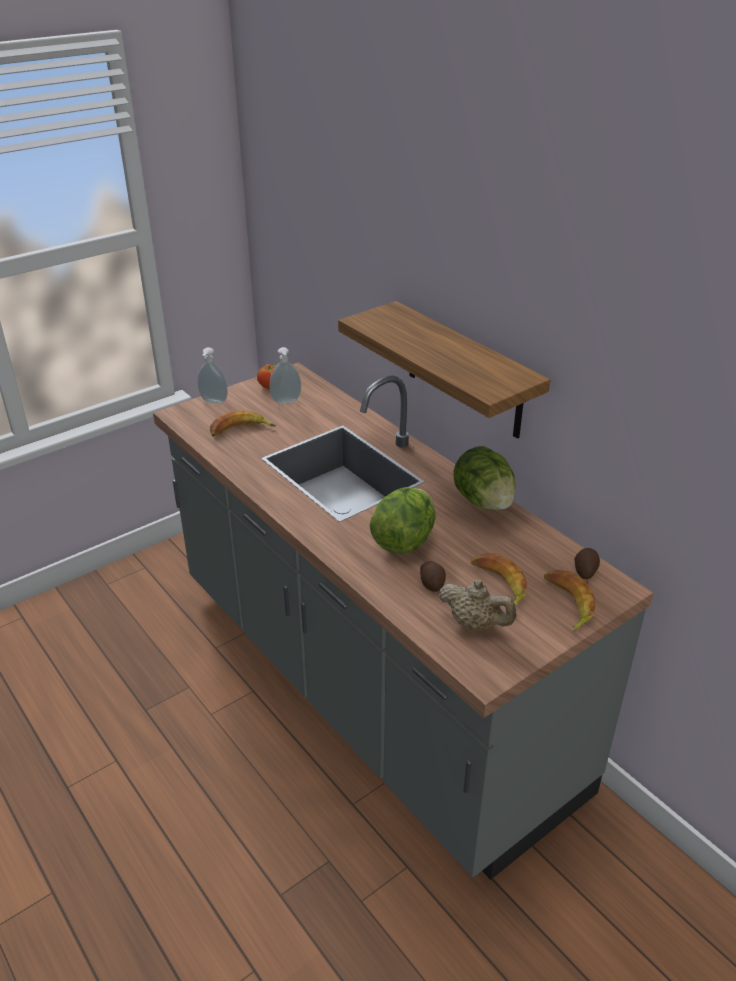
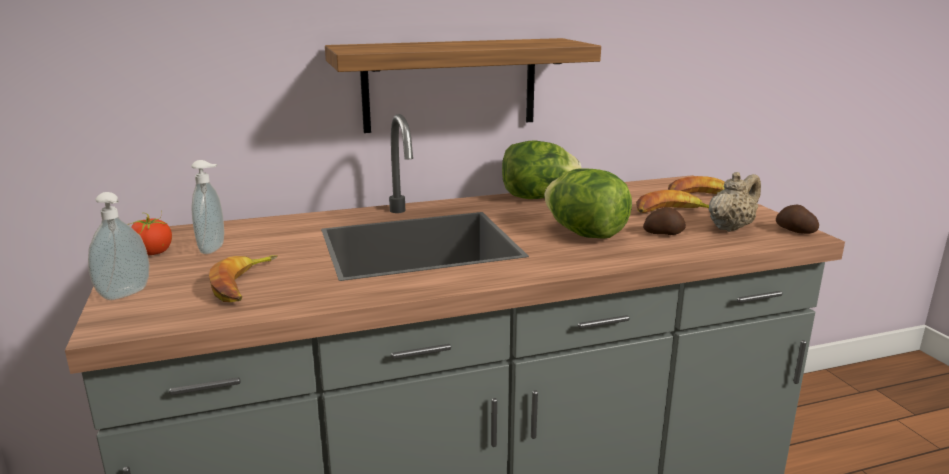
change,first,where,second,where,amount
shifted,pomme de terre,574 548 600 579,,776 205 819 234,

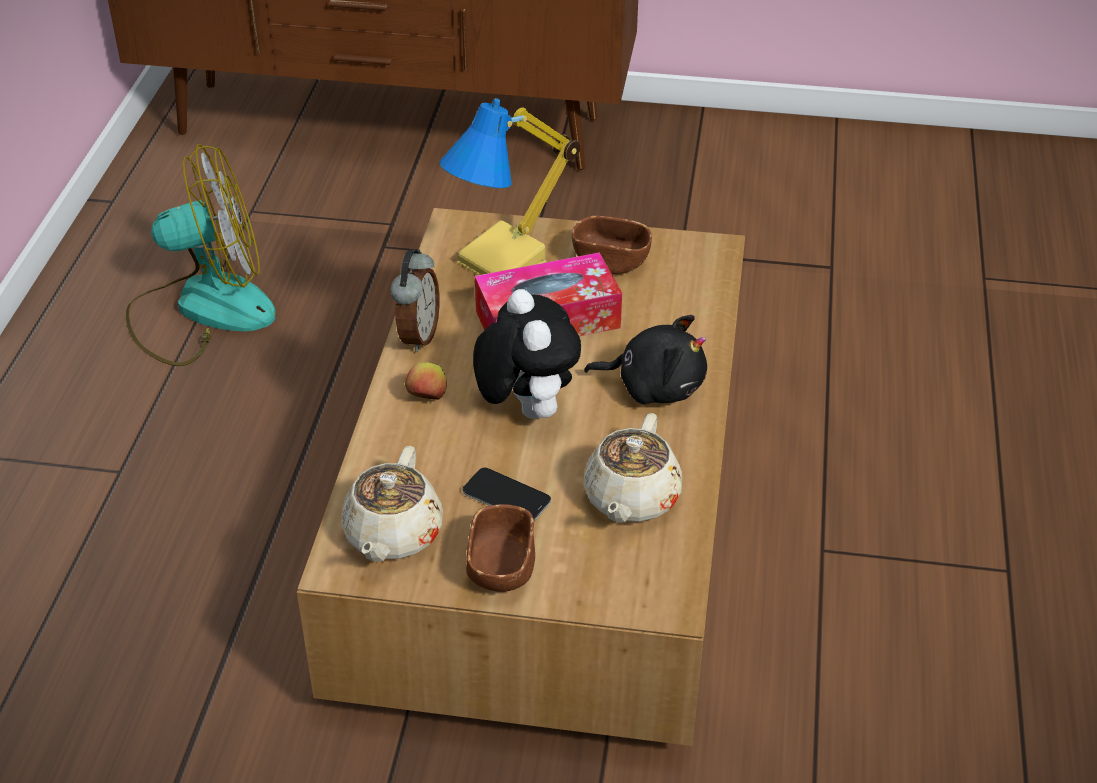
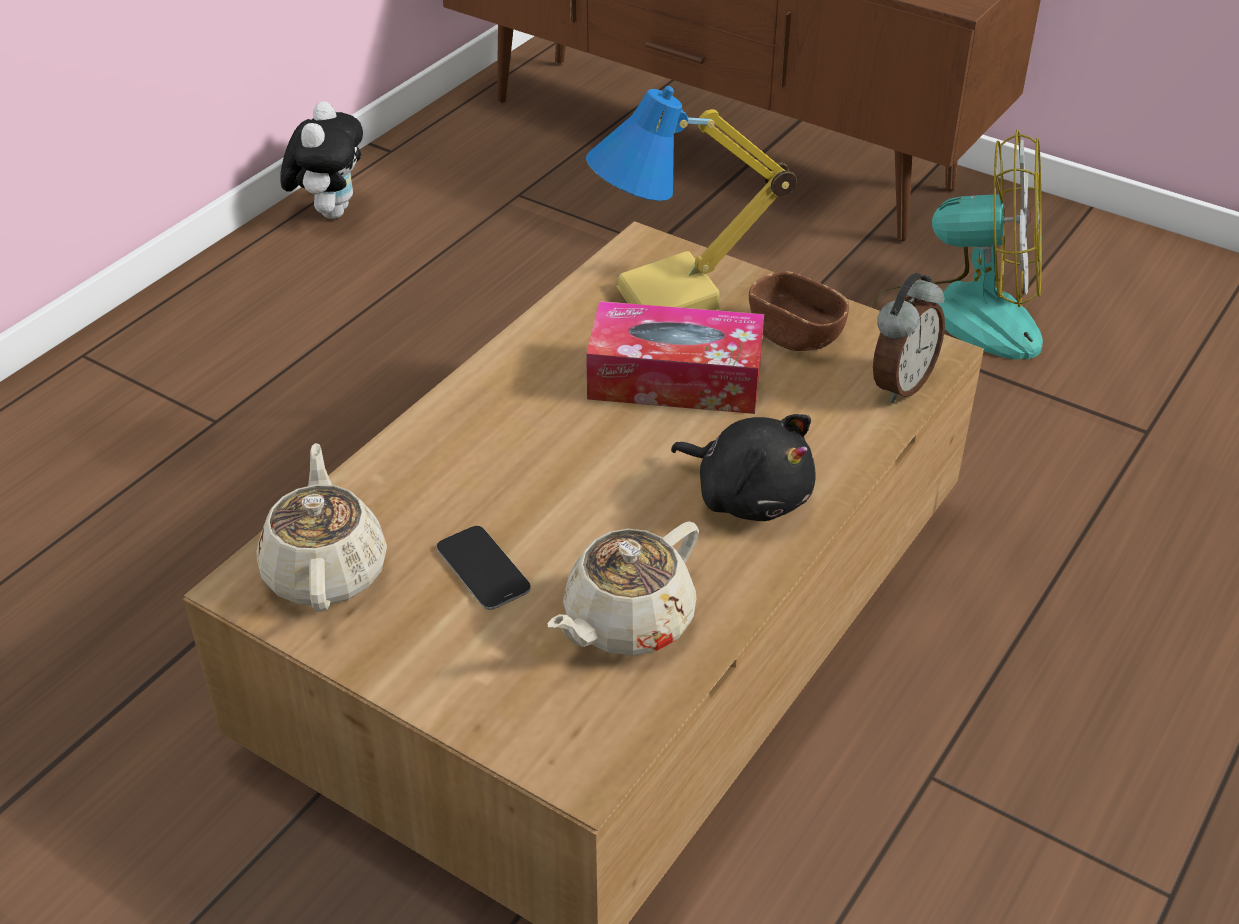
change,first,where,second,where,amount
gone,pomme,405 362 447 400,,,
gone,bol [marron],466 504 535 592,,,
shifted,ventilateur,126 144 276 366,,871 129 1043 359,
shifted,réveil,390 249 440 352,,873 273 945 403,
shifted,peluche,473 289 581 419,,280 101 363 219,
rotated,théière [beige],341 446 443 562,,256 443 387 612,135 degrees clockwise

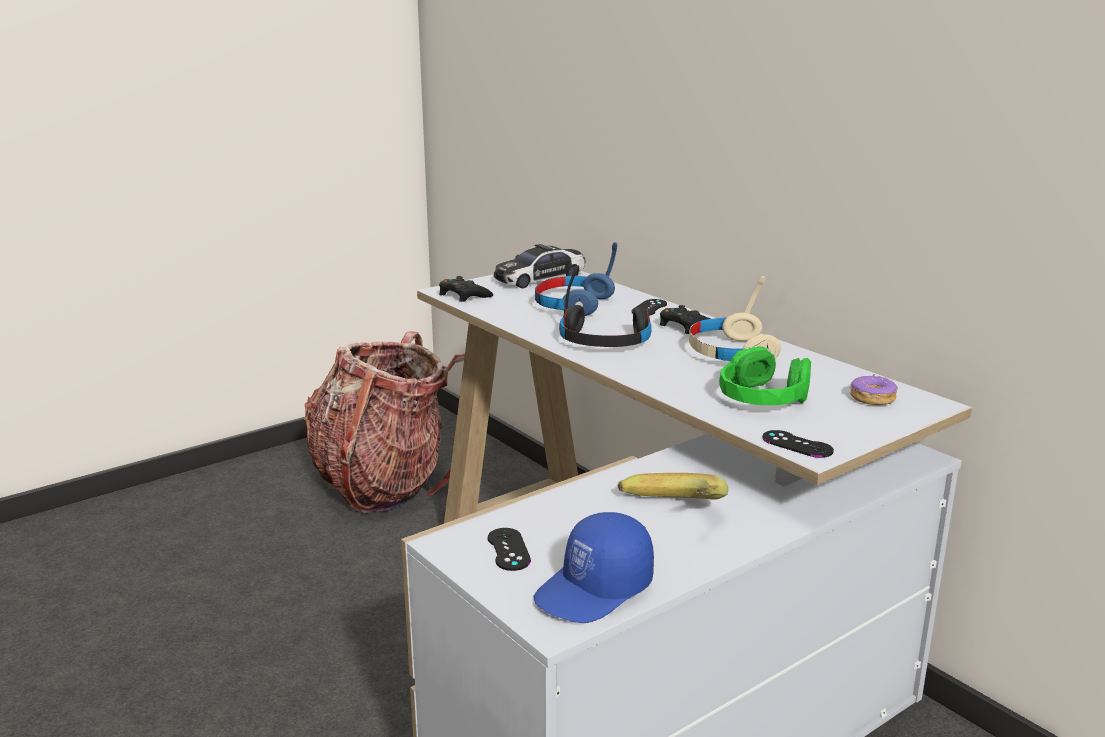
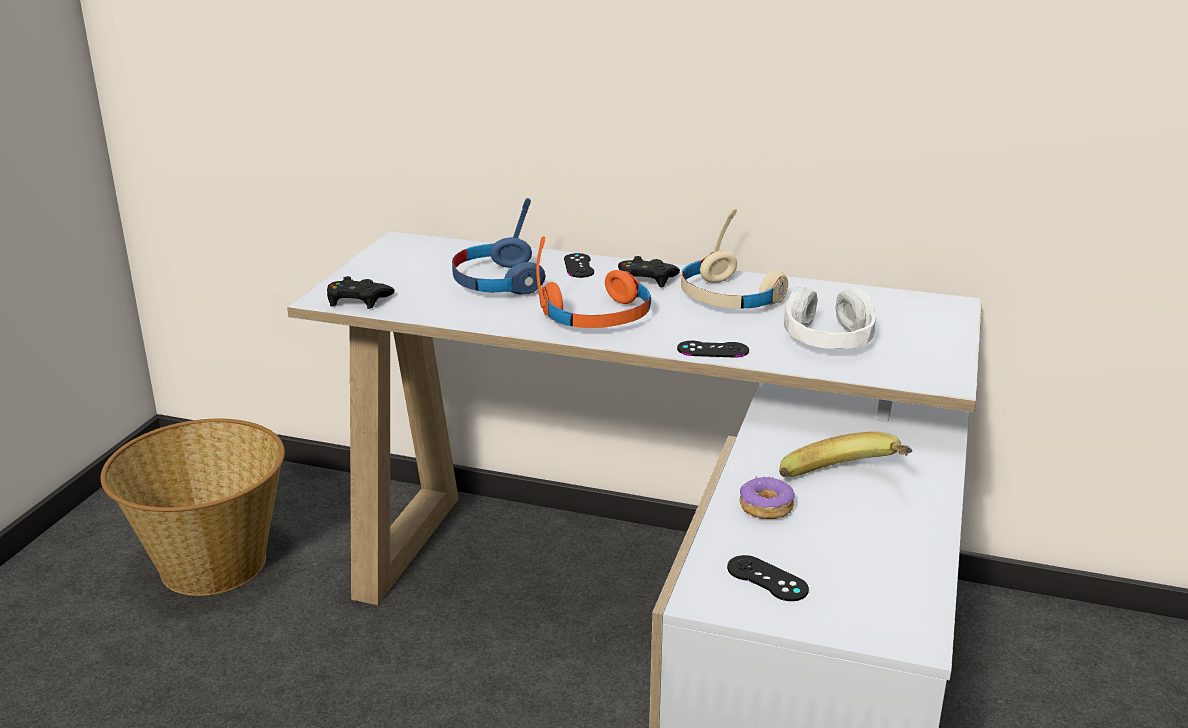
change,first,where,second,where,amount
gone,petite voiture,494 244 586 288,,,
gone,casquette [bleu],534 512 654 623,,,
shifted,manette [noir],762 430 834 458,,677 341 749 358,
shifted,beignet,850 374 898 405,,739 476 795 519,
swapped,sac à dos,303 331 465 514,panier,100 419 285 596,
repainted,casque audio [noir],559 265 652 347,casque audio [orange],536 236 651 328,
repainted,casque audio [vert],719 346 811 405,casque audio [blanc],784 285 876 349,

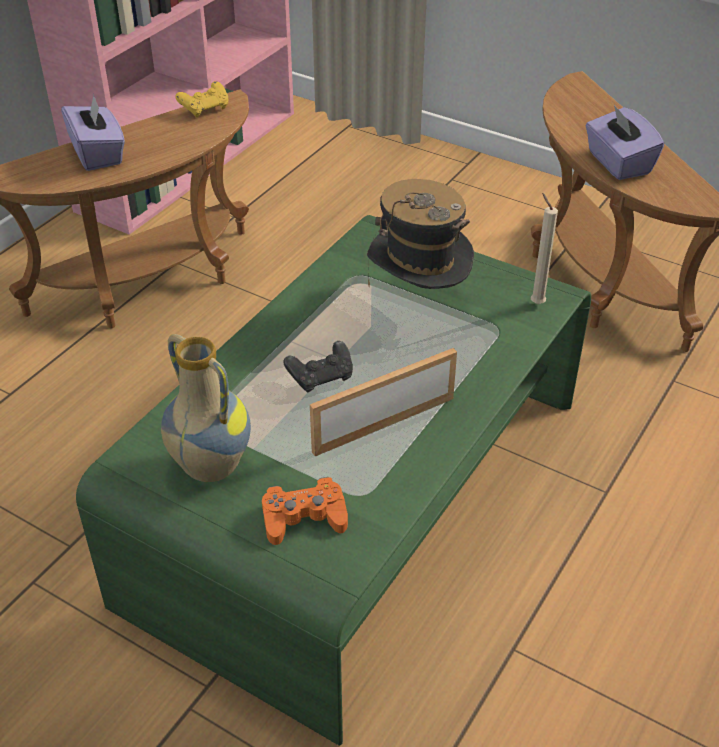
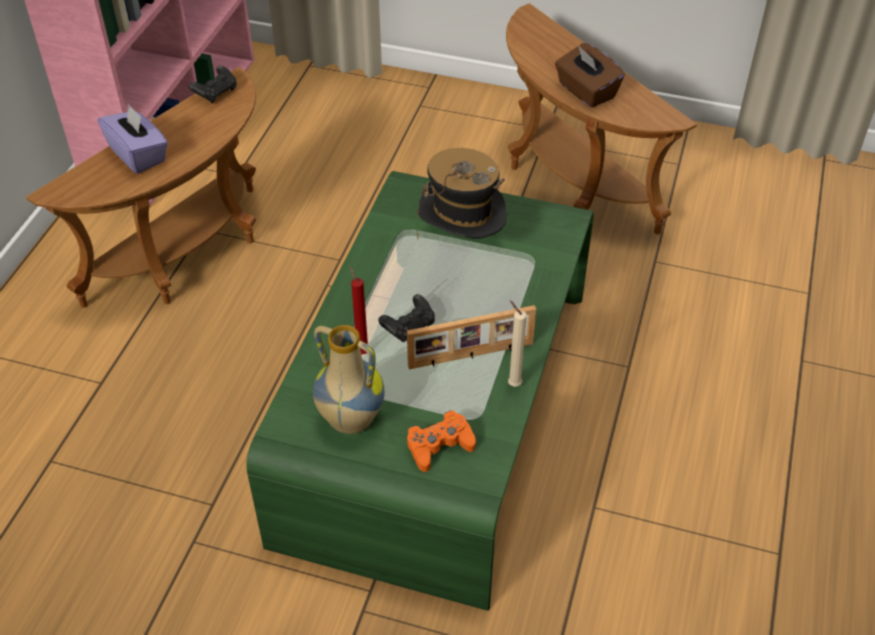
change,first,where,second,where,amount
new,,,bougie [rouge],350 267 368 354,
shifted,bougie [beige],531 193 558 304,,508 301 527 387,
repainted,manette [jaune],175 81 228 118,manette [noir],189 66 237 103,
repainted,boîte à mouchoirs [violet],585 105 664 180,boîte à mouchoirs [marron],555 43 625 108,
rotated,cadre photo,310 348 457 456,,407 305 536 369,150 degrees counterclockwise

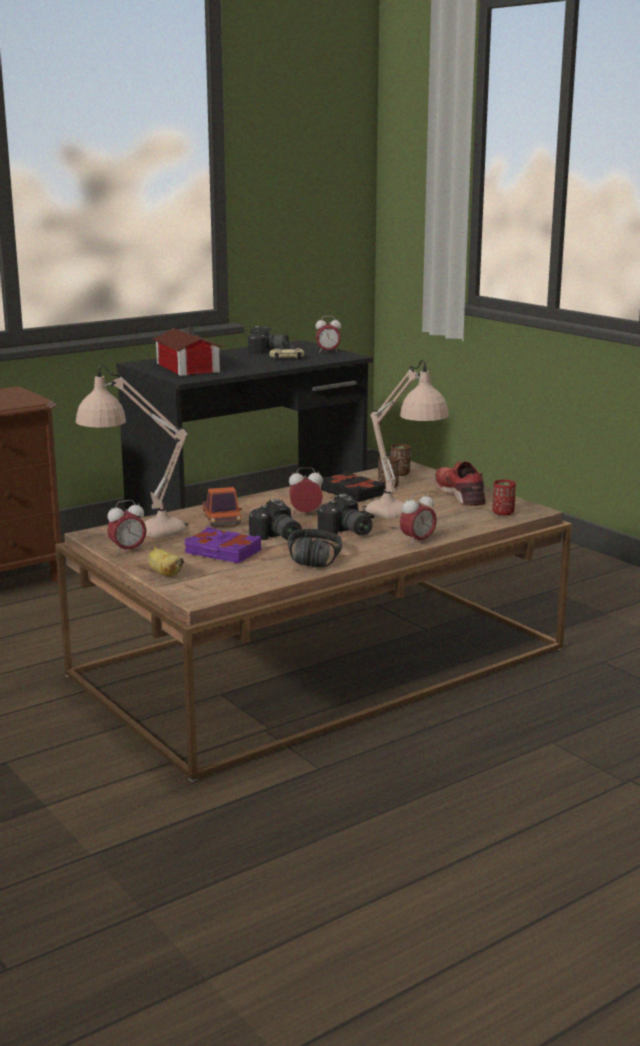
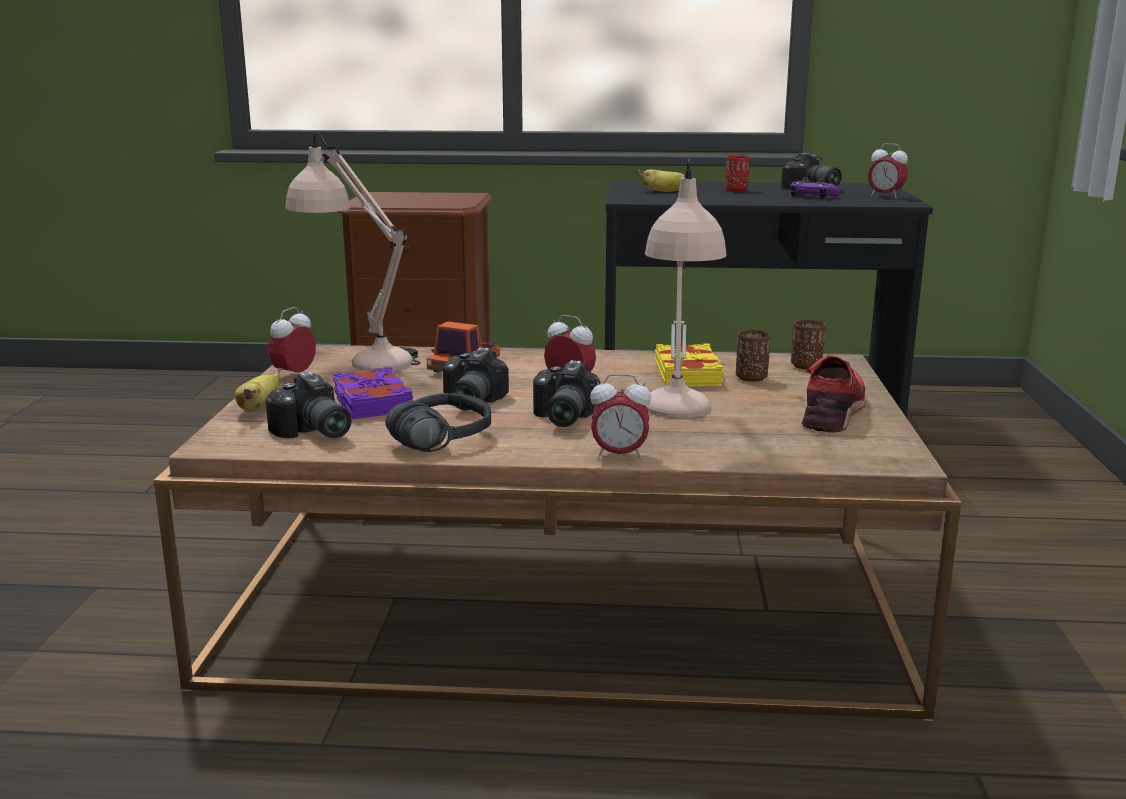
change,first,where,second,where,amount
new,,,appareil photo,266 372 351 438,
shifted,tasse [rouge],492 480 516 515,,725 156 750 192,
swapped,maison miniature,153 326 223 376,banane,637 169 692 192,
repainted,manette [beige],269 345 304 360,manette [violet],790 177 840 199,
repainted,livre [noir],321 471 385 502,livre [jaune],655 344 724 386,
rotated,réveil,107 500 147 555,,268 307 316 374,105 degrees clockwise

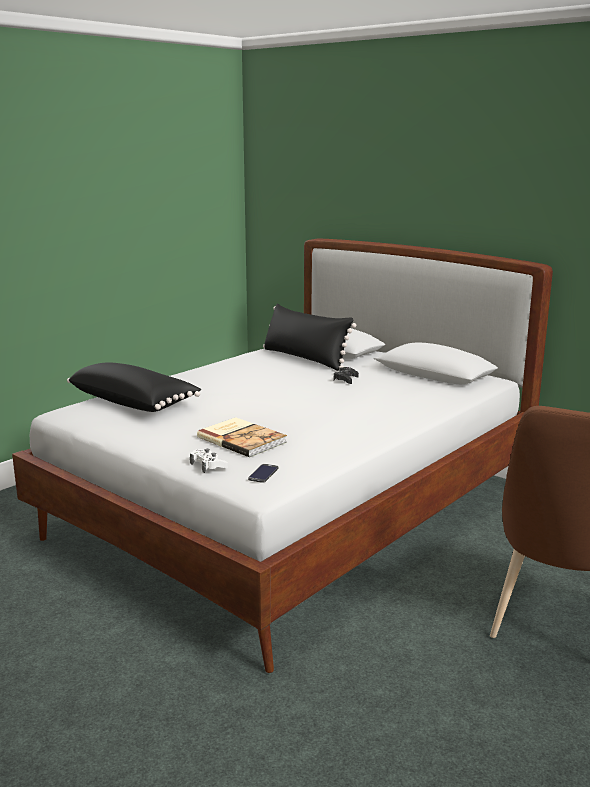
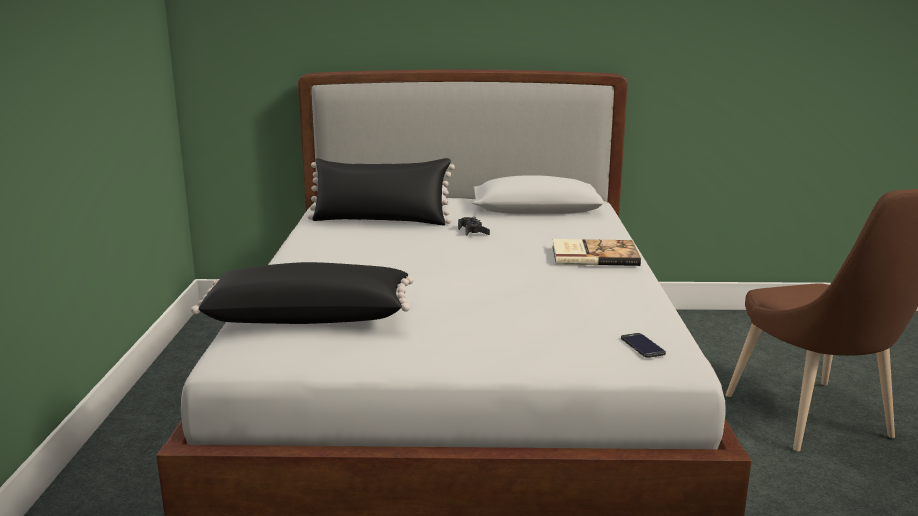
change,first,where,second,where,amount
gone,manette [blanc],190 449 228 473,,,
shifted,livre,197 417 287 457,,553 239 641 266,

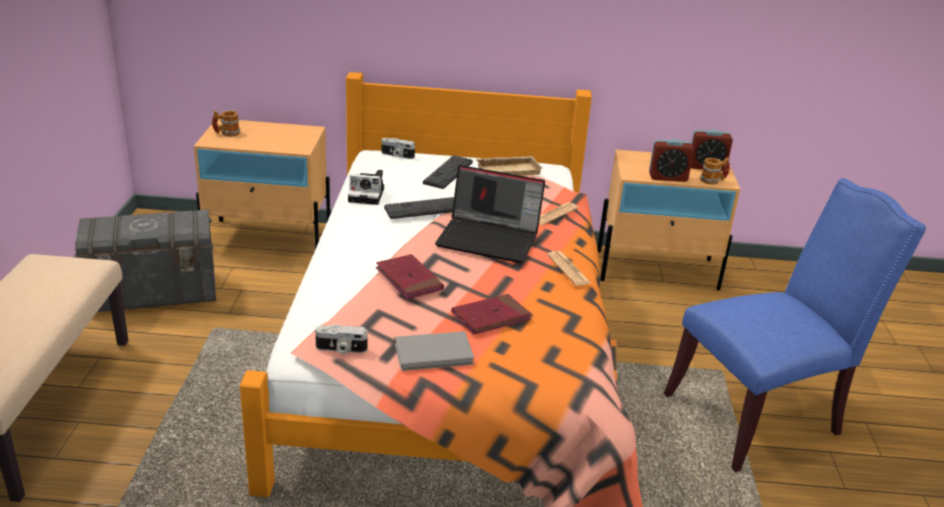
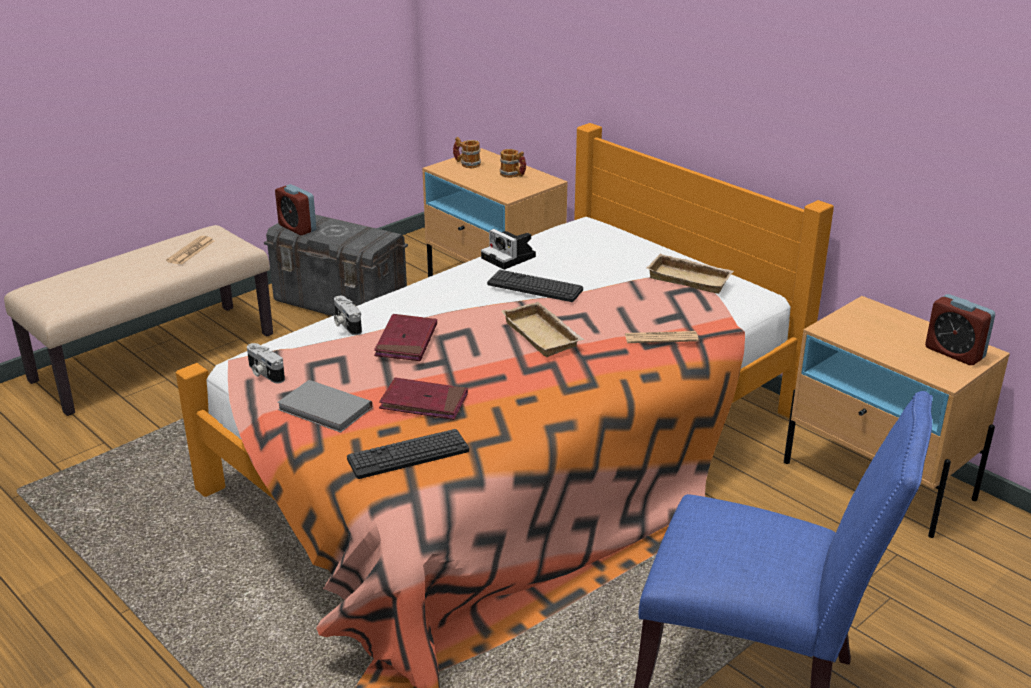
change,first,where,second,where,amount
shifted,appareil photo,382 138 415 159,,334 296 362 335,
shifted,clavier,423 155 473 189,,347 429 469 479,
shifted,journal,547 251 591 286,,166 236 214 265,
shifted,réveil,649 139 694 182,,275 184 316 235,
shifted,mug,700 157 730 185,,500 149 526 178,
swapped,ordinateur portable,435 165 545 263,plateau [beige],501 302 584 357,

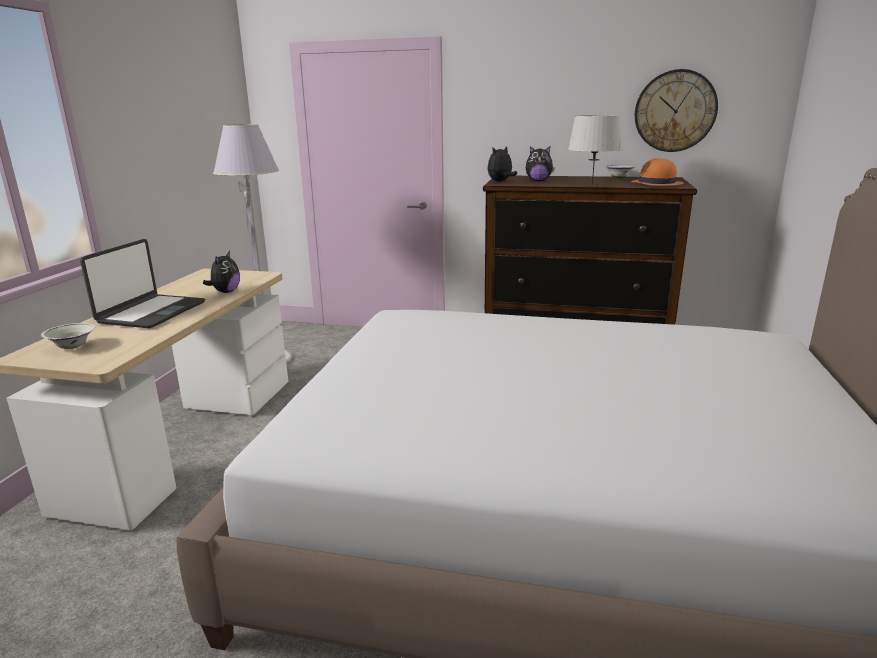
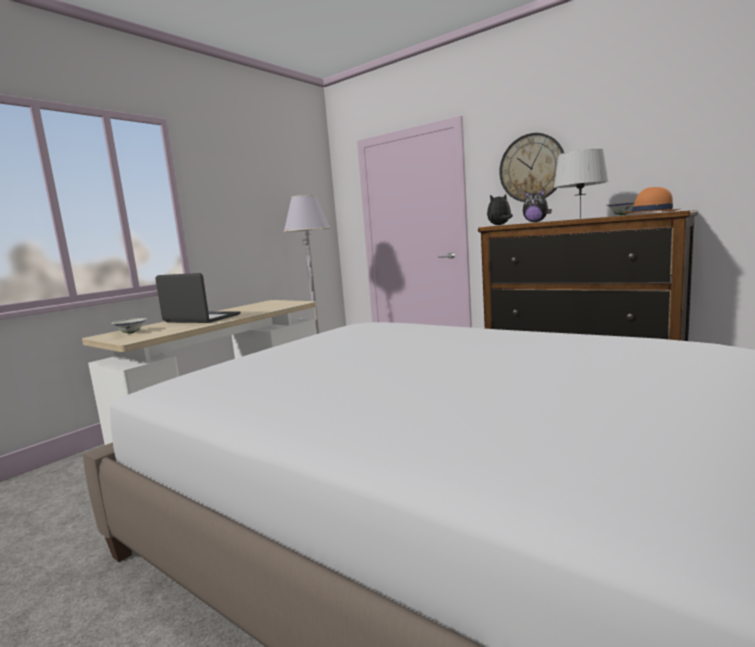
change,first,where,second,where,amount
gone,peluche,203 251 240 293,,,
shifted,horloge murale,635 69 718 152,,499 133 564 202,
rotated,ordinateur portable,80 239 205 328,,155 273 241 323,105 degrees counterclockwise

